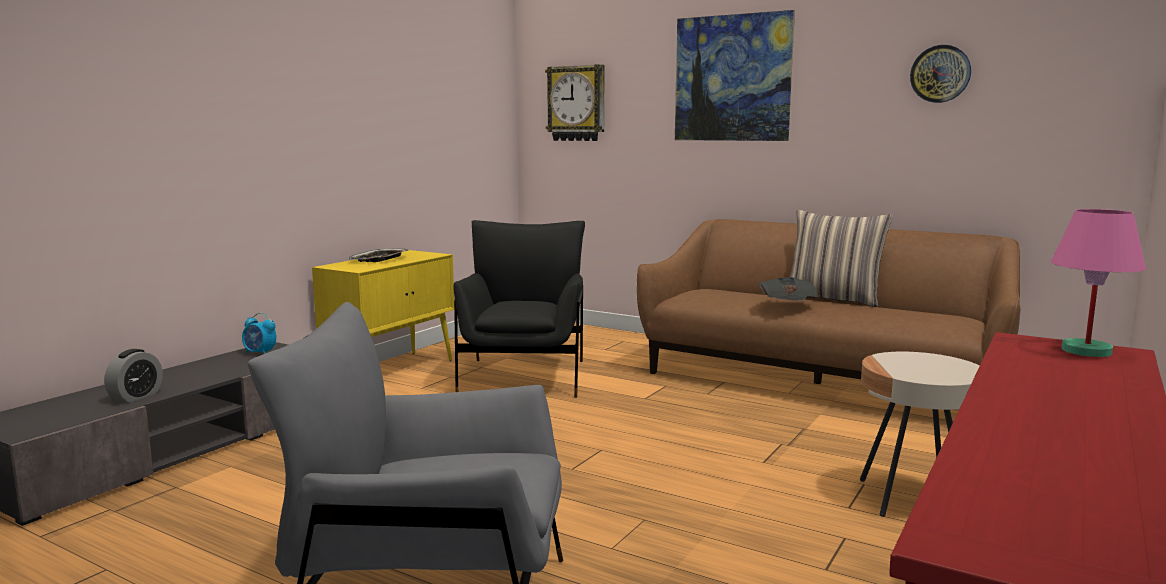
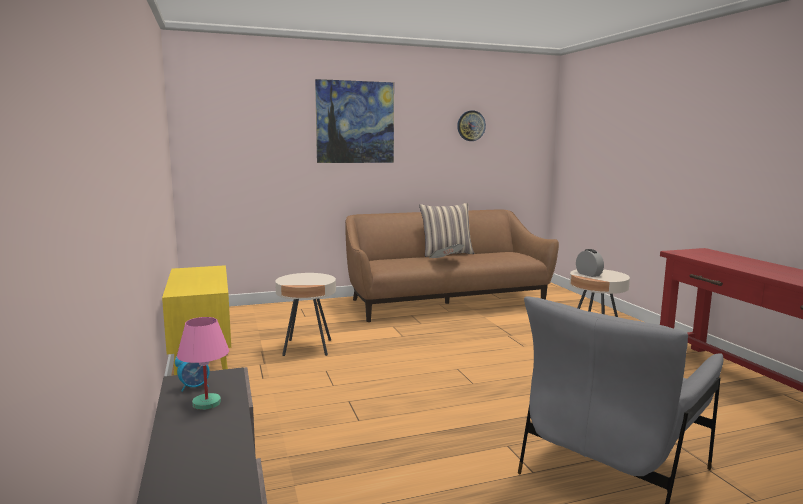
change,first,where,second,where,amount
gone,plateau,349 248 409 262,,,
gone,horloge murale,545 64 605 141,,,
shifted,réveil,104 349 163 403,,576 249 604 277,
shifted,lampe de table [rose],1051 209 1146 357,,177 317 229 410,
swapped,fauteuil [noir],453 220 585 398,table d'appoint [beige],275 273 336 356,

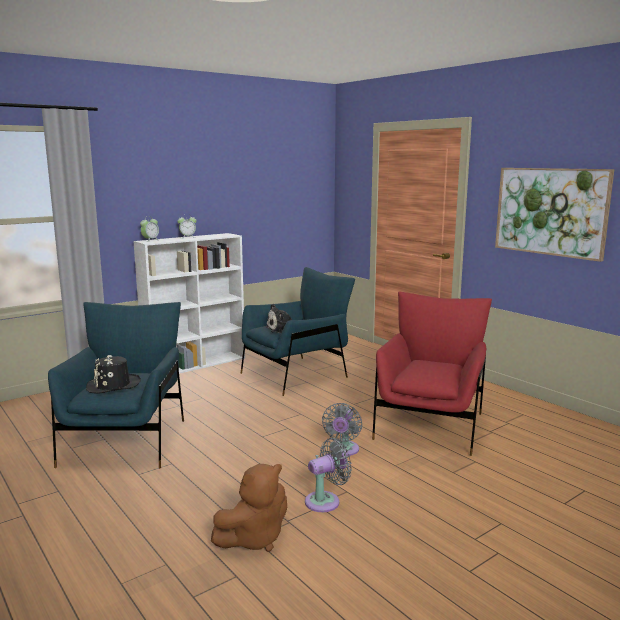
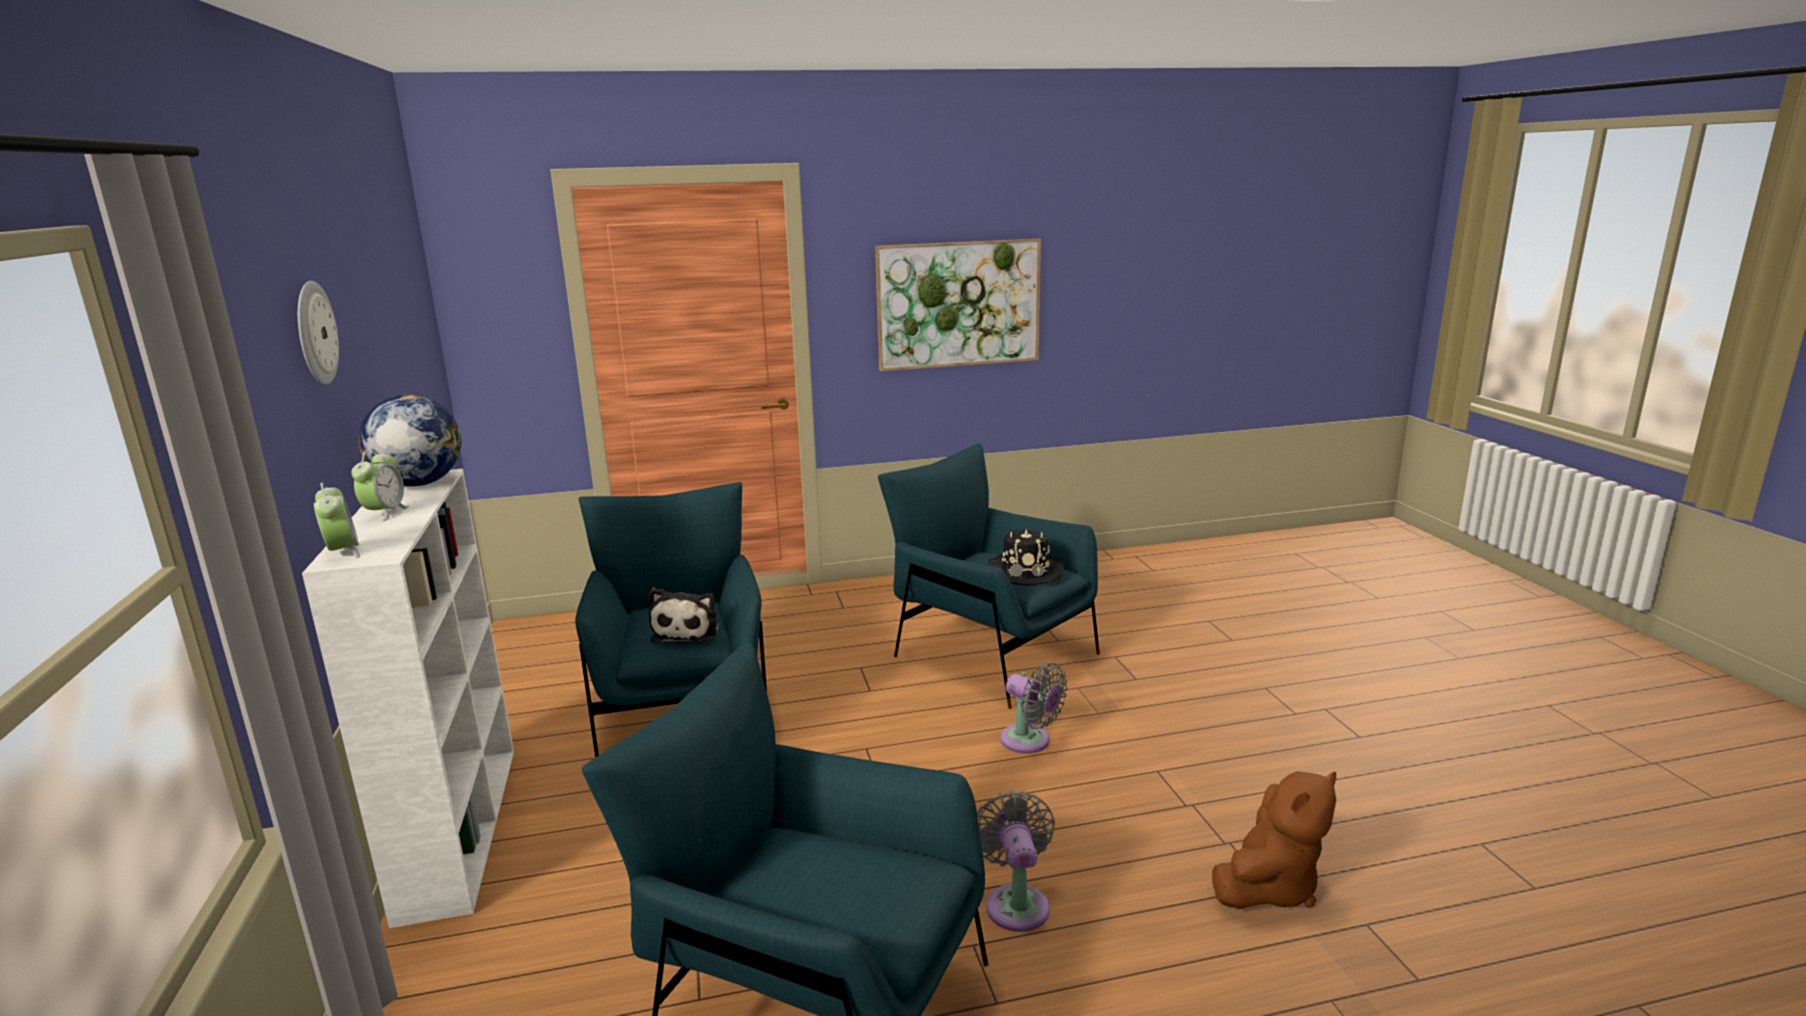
change,first,where,second,where,amount
new,,,horloge murale,298 281 339 385,
new,,,globe,359 394 462 486,
shifted,chapeau [noir],86 355 141 394,,988 529 1064 586,
shifted,ventilateur [gris],305 438 352 512,,977 790 1055 932,
repainted,fauteuil [rouge],372 292 492 456,fauteuil [bleu],878 443 1100 709,
rotated,peluche [marron],211 464 287 552,,1212 771 1336 909,60 degrees clockwise

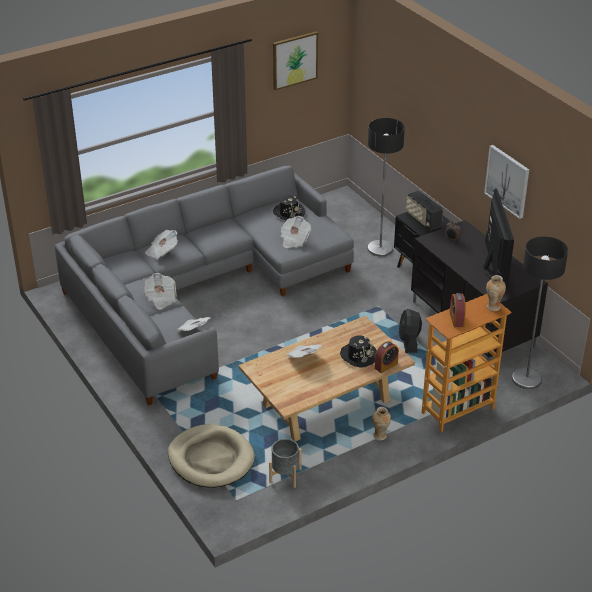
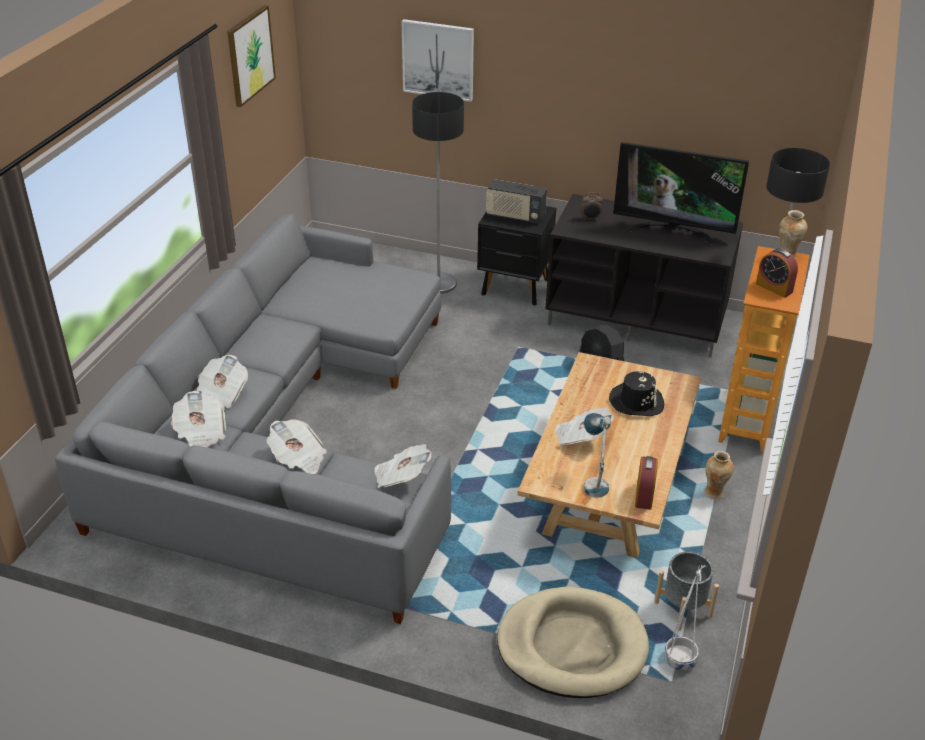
change,first,where,second,where,amount
gone,chapeau [noir],273 195 306 220,,,
new,,,lampe de table,584 413 611 498,
new,,,cache-pot [blanc],664 565 706 671,
shifted,journal,280 216 311 248,,171 391 226 448,
shifted,réveil,375 341 399 373,,635 456 658 510,
shifted,tableau,484 145 529 219,,401 19 474 102,
rotated,téléviseur,483 189 514 288,,613 142 749 245,150 degrees clockwise

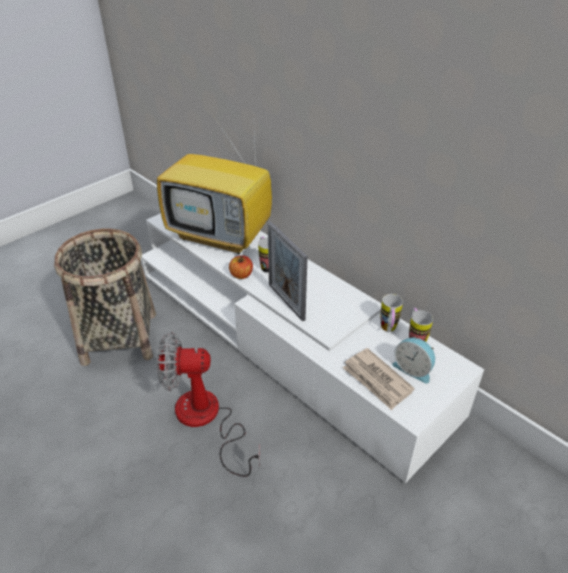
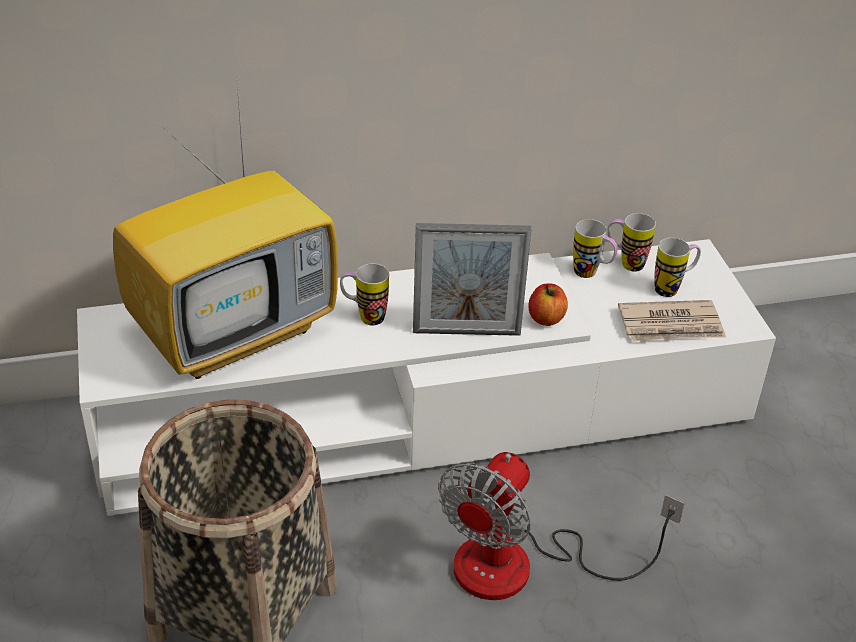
change,first,where,second,where,amount
shifted,pomme,229 255 253 279,,529 283 568 326,
swapped,réveil,392 338 435 384,mug,654 238 701 297,

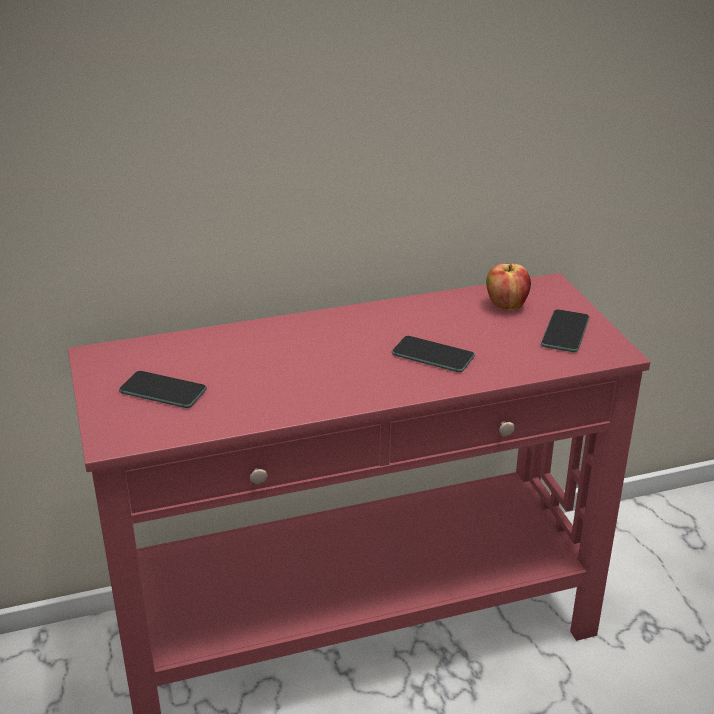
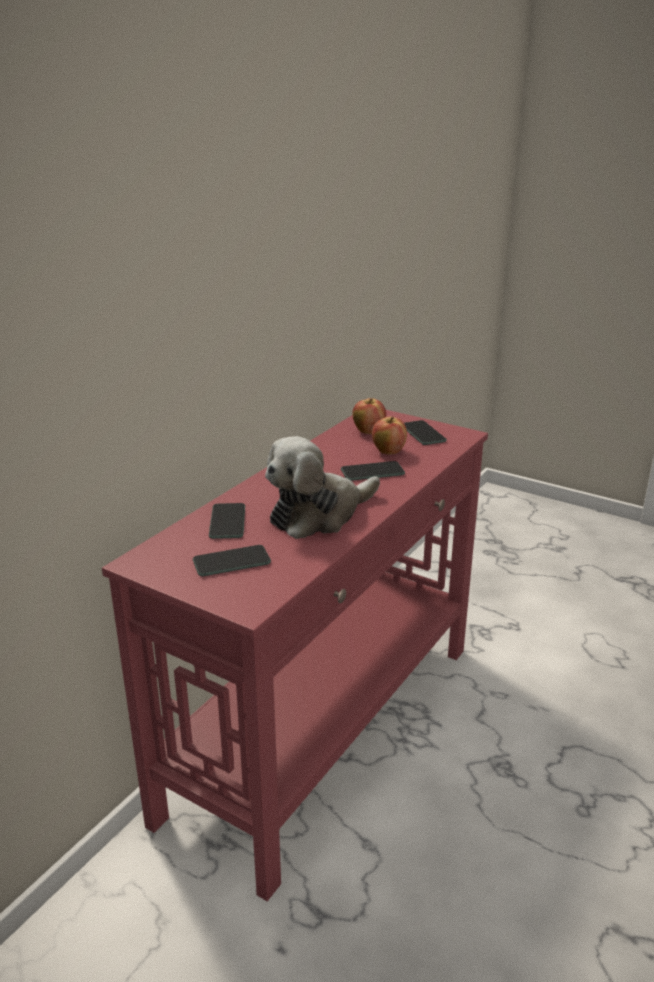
change,first,where,second,where,amount
new,,,téléphone,209 503 245 539,
new,,,peluche,265 436 380 539,
new,,,pomme,372 416 407 455,

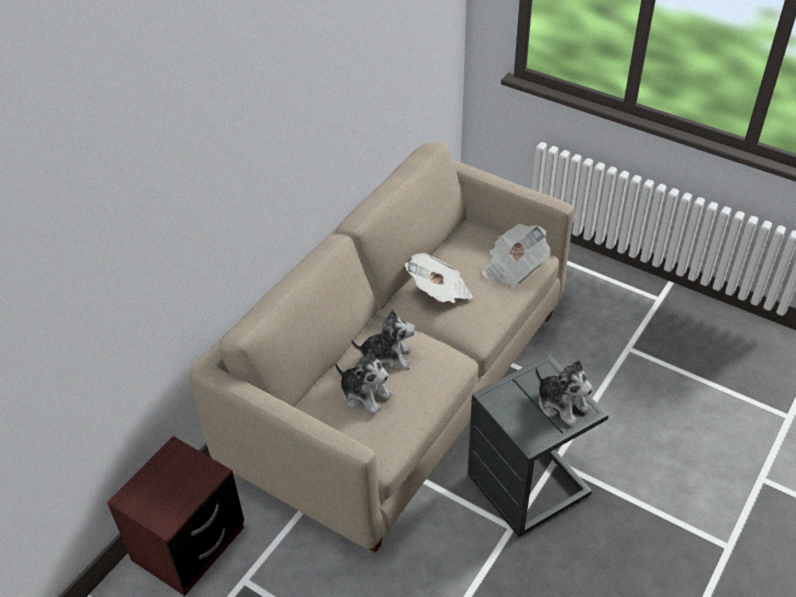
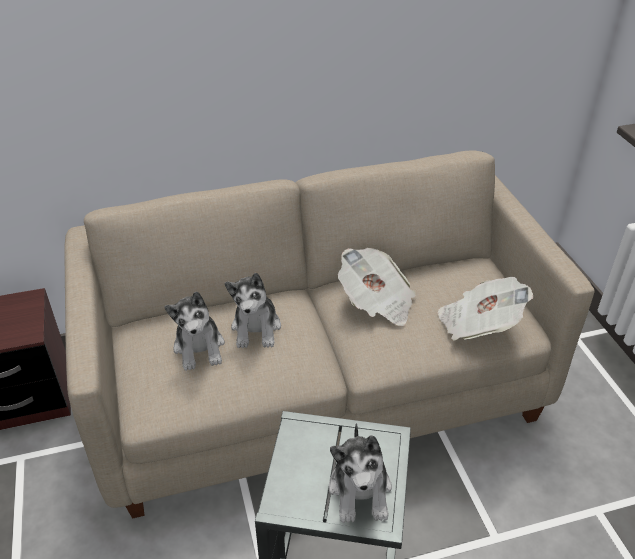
change,first,where,second,where,amount
rotated,peluche,351 309 415 373,,225 273 281 348,45 degrees clockwise

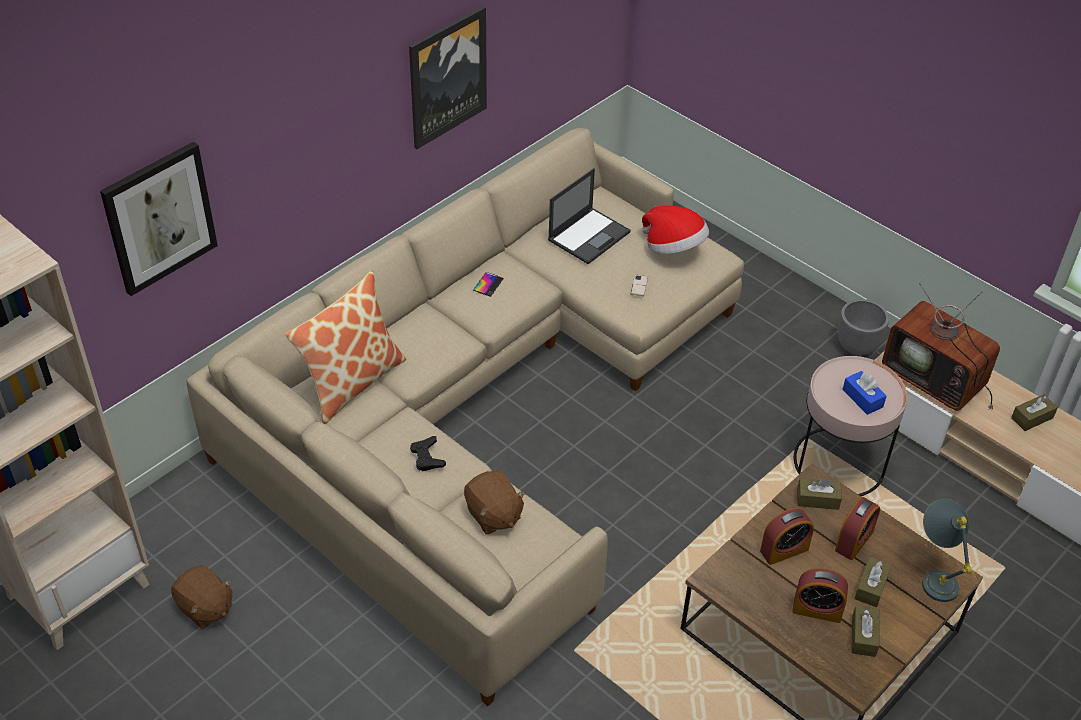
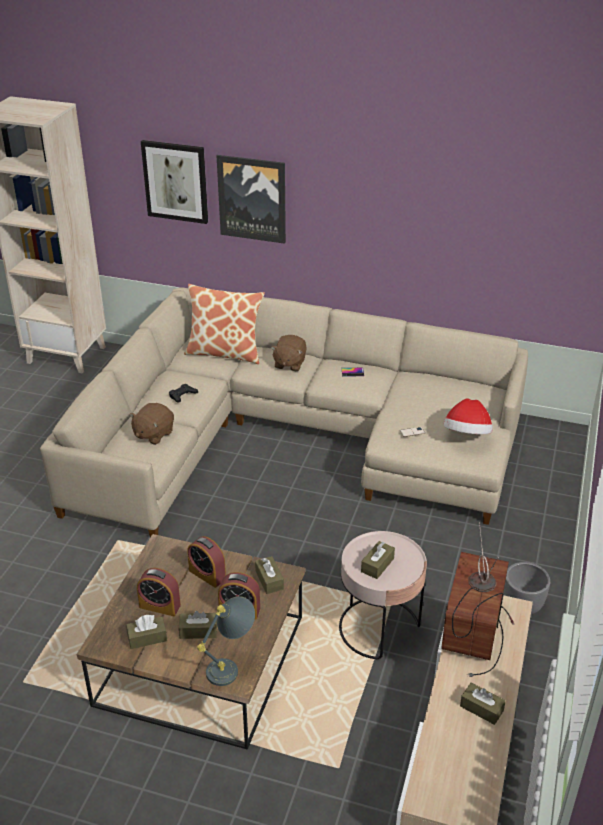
change,first,where,second,where,amount
gone,ordinateur portable,548 168 631 264,,,
shifted,peluche [marron],171 565 233 629,,271 335 307 371,
shifted,tableau,409 6 487 149,,217 155 286 244,
repainted,boîte à mouchoirs [bleu],842 371 886 415,boîte à mouchoirs [marron],361 541 395 579,
rotated,réveil,792 568 848 623,,137 568 181 616,60 degrees counterclockwise

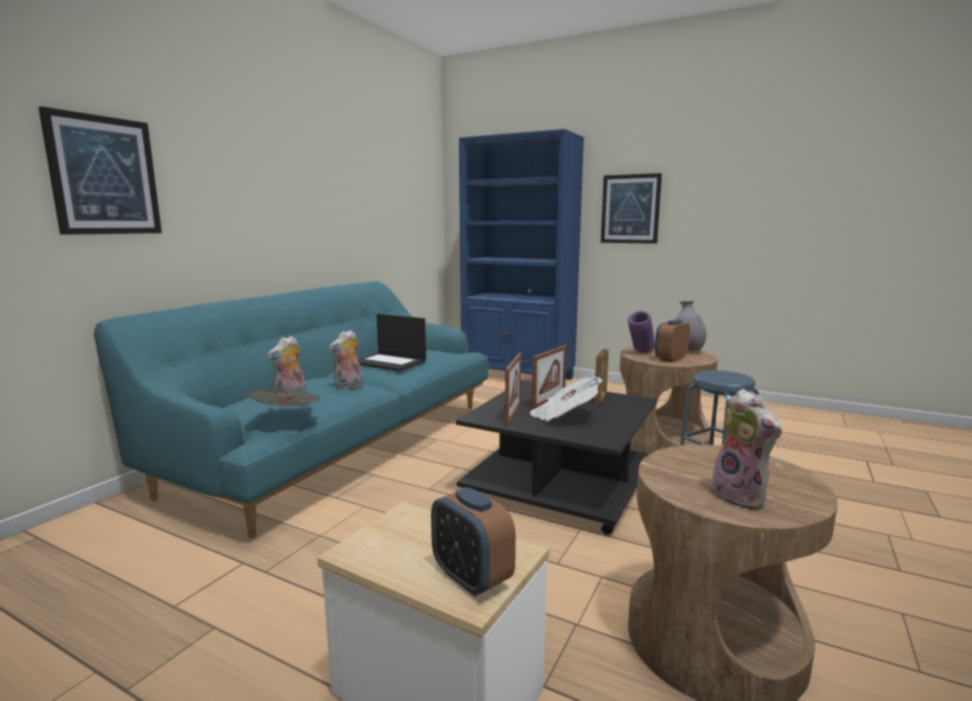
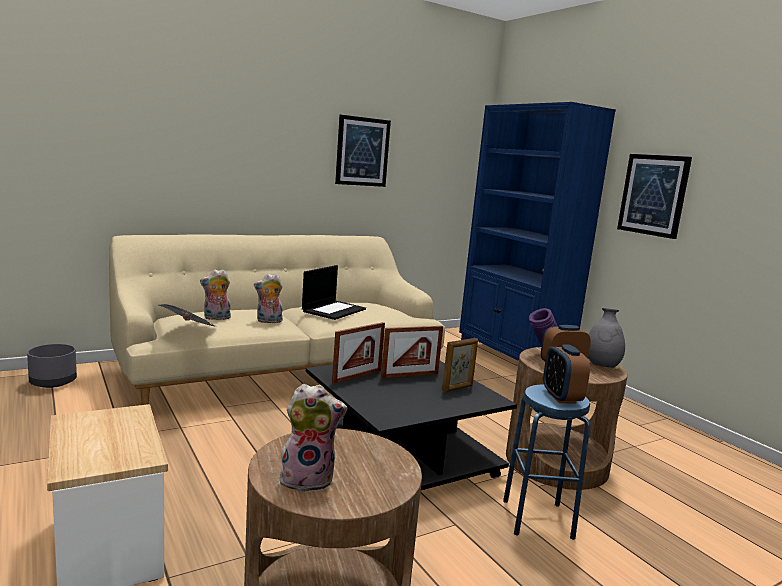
change,first,where,second,where,amount
gone,journal,530 377 602 422,,,
new,,,cache-pot [gris],27 344 77 388,
shifted,tableau,38 106 162 235,,335 115 391 187,
shifted,réveil,431 487 516 597,,543 344 590 403,
repainted,canapé [turquoise],94 282 488 538,canapé [beige],109 234 445 405,
rotated,ordinateur portable,358 314 426 371,,302 265 366 320,120 degrees counterclockwise
rotated,peluche,709 389 782 509,,280 384 347 492,105 degrees counterclockwise

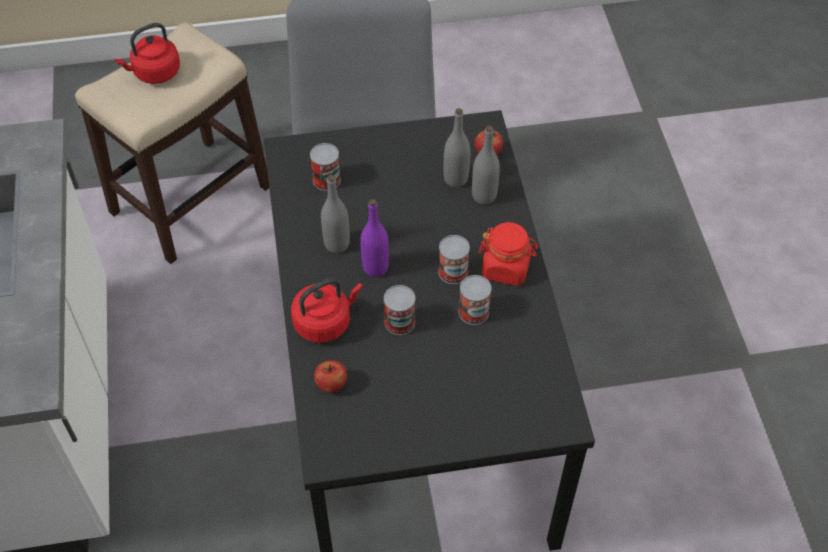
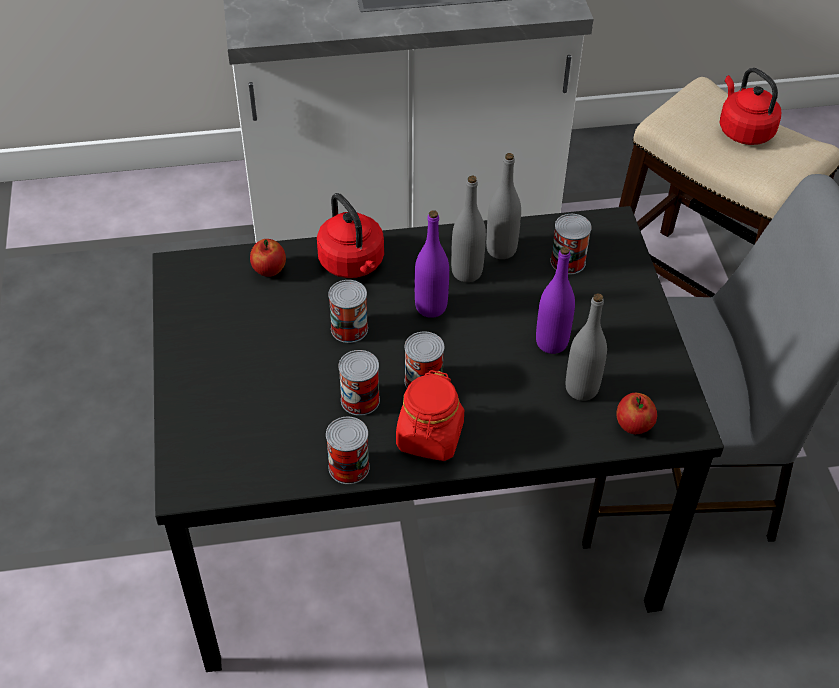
change,first,where,second,where,amount
new,,,boîte métallique,326 417 370 484,
new,,,bouteille [violet],536 247 575 354,
shifted,bouteille [gris],472 125 500 205,,486 153 521 259,

